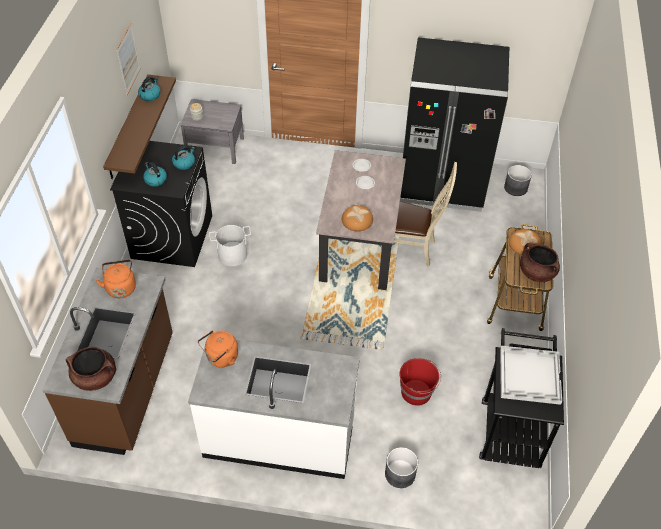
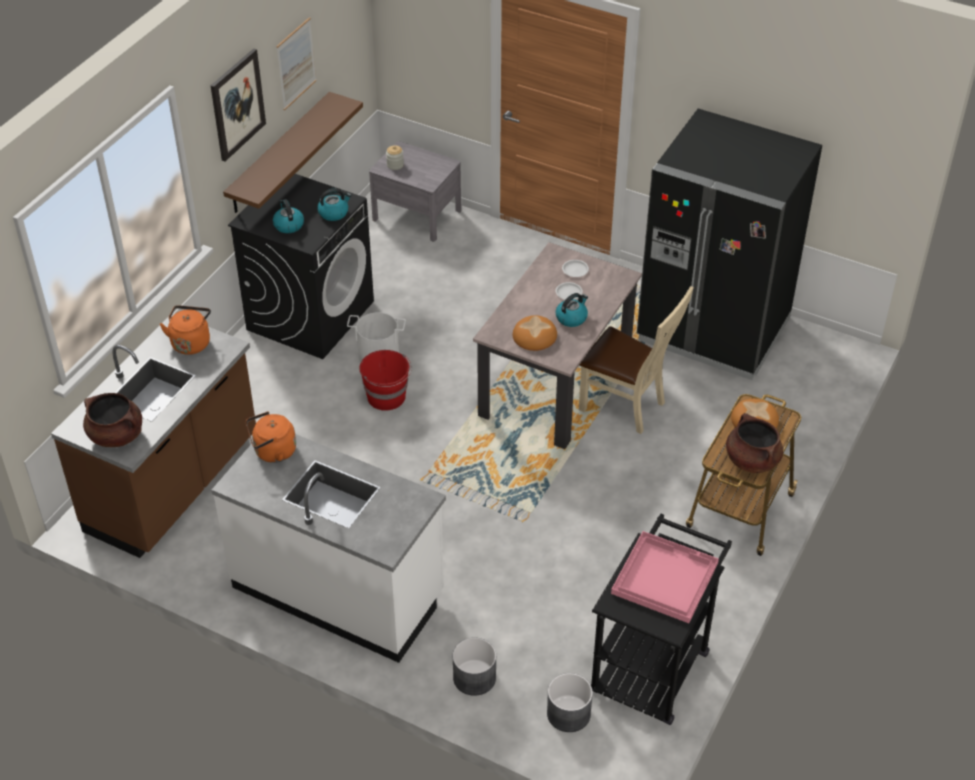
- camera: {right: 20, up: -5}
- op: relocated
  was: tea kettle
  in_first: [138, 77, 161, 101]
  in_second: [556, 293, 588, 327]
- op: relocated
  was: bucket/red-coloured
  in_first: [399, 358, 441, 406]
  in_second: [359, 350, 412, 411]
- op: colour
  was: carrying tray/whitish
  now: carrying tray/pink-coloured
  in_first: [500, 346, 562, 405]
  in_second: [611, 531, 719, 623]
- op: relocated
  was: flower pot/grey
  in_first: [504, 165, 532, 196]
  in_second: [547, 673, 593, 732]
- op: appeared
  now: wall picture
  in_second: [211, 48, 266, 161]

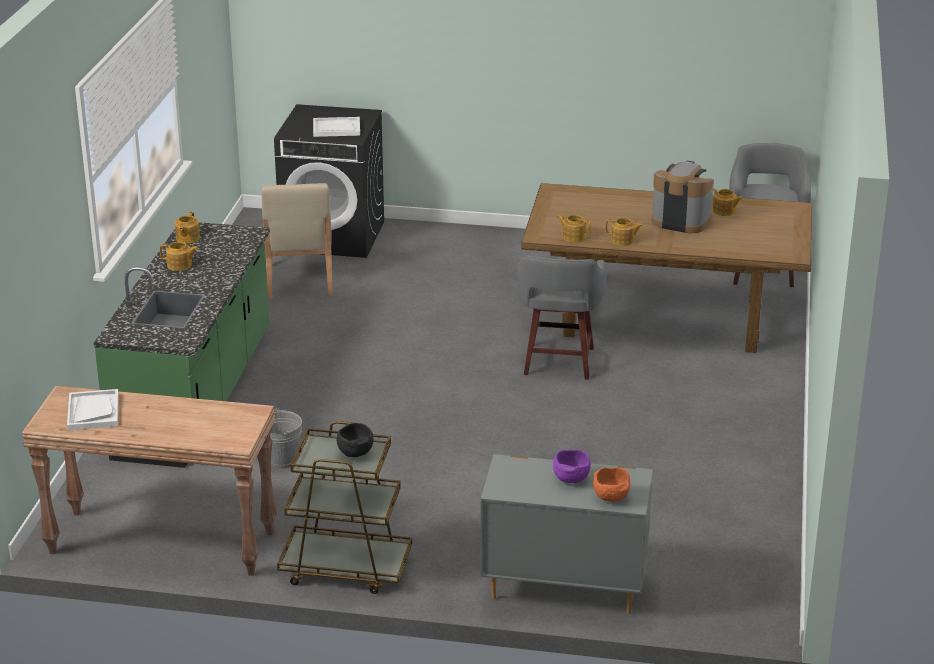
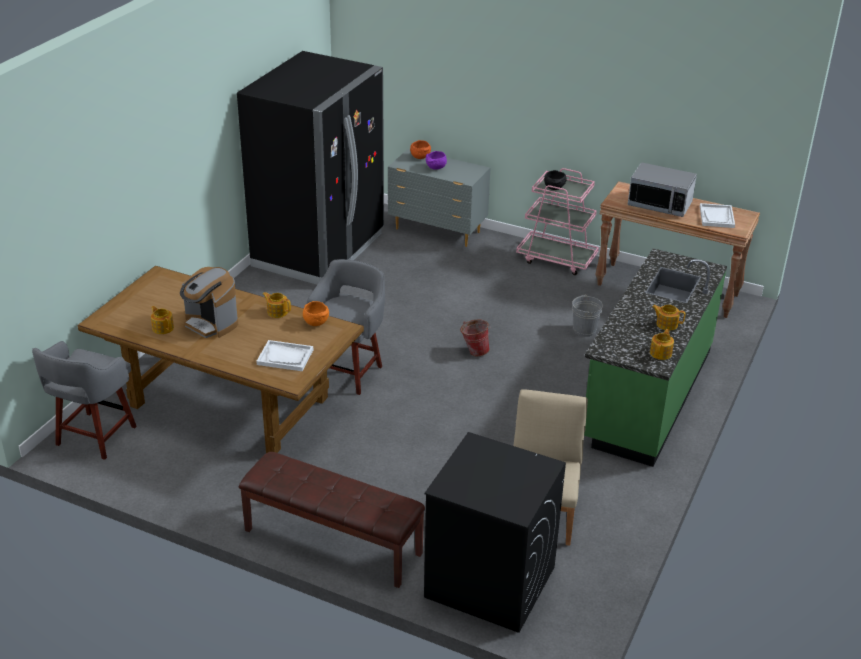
- camera: {right: -165, up: 5}
- op: colour
  was: cart/brown
  now: cart/pink-coloured
  in_first: [277, 421, 412, 594]
  in_second: [516, 168, 599, 275]
- op: relocated
  was: carrying tray/whitish
  in_first: [313, 117, 360, 137]
  in_second: [256, 340, 313, 371]
- op: exchanged
  was: pot for tea
  now: bowl/orange
  in_first: [557, 215, 592, 243]
  in_second: [303, 301, 329, 326]
- op: appeared
  now: fridge/blackish
  in_second: [237, 51, 384, 285]
- op: appeared
  now: indoor bench/brown
  in_second: [239, 452, 425, 588]
- op: appeared
  now: bucket
  in_second: [460, 319, 491, 356]
- op: appeared
  now: microwave oven
  in_second: [628, 162, 697, 217]

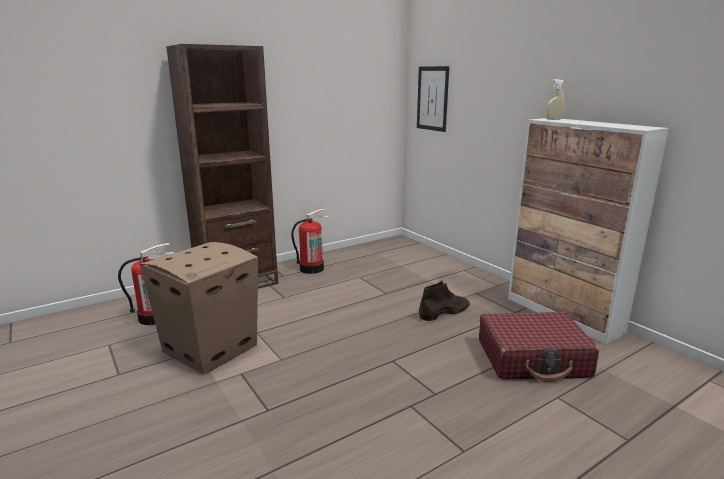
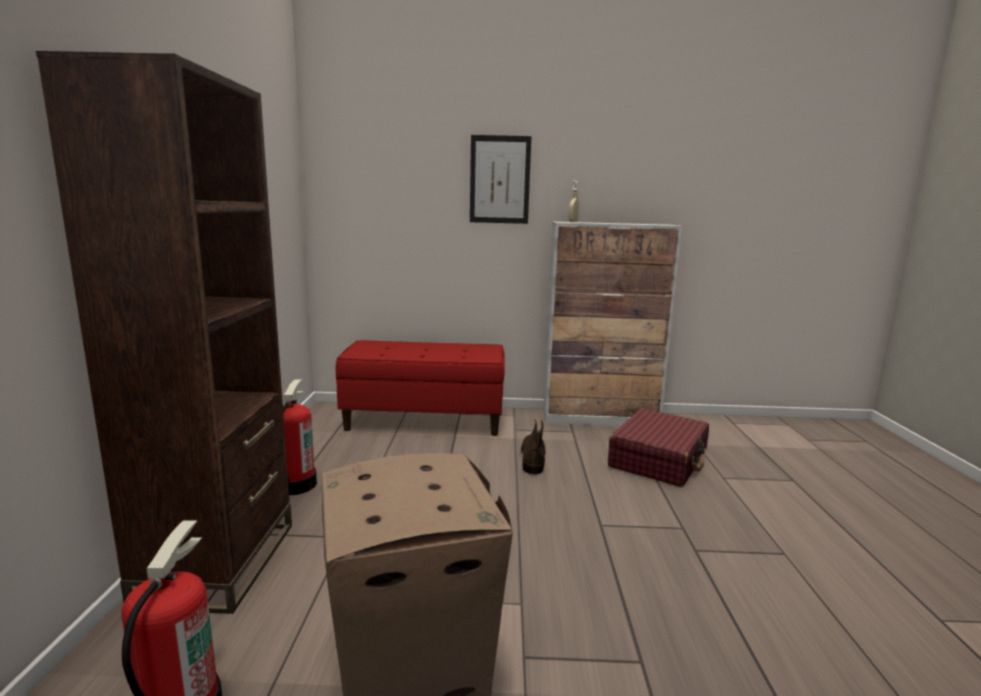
- camera: {right: -55, up: -5}
- op: relocated
  was: wall picture
  in_first: [417, 66, 449, 132]
  in_second: [470, 135, 531, 224]
- op: appeared
  now: indoor bench/red-coloured
  in_second: [336, 340, 505, 436]

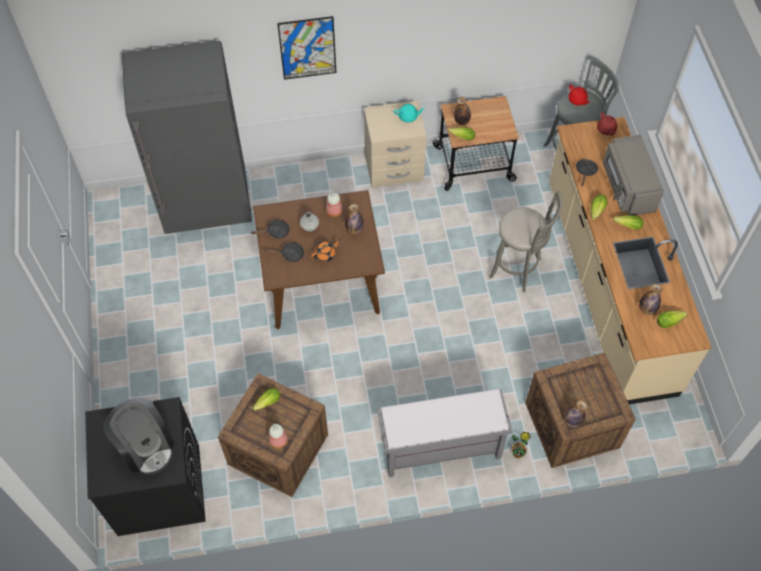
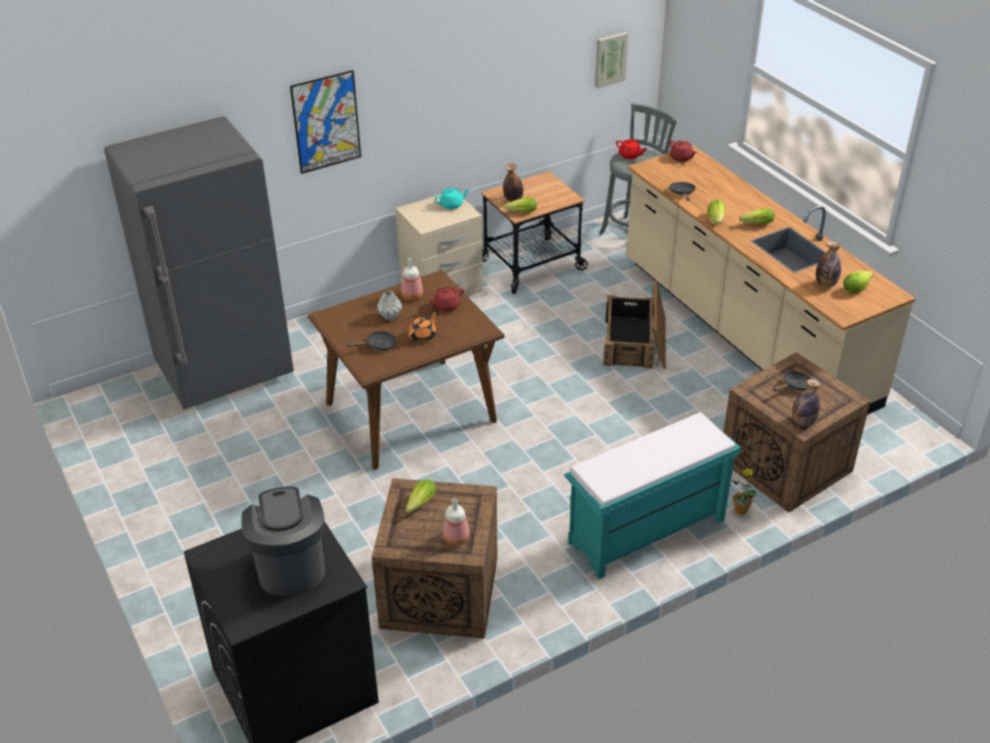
- camera: {right: -20, up: -20}
- op: spun
  was: coffee machine
  in_first: [103, 397, 174, 475]
  in_second: [241, 487, 325, 596]
  clockwise: -135
- op: relocated
  was: skillet/blackish
  in_first: [251, 220, 290, 239]
  in_second: [773, 371, 812, 392]
- op: exchanged
  was: drink bottle
  now: pot for tea/red-coloured
  in_first: [345, 204, 364, 234]
  in_second: [427, 287, 464, 312]
- op: colour
  was: indoor bench/grey
  now: indoor bench/blue-green
  in_first: [377, 389, 513, 477]
  in_second: [564, 412, 741, 579]
- op: exchanged
  was: stool/grey
  now: packing crate
  in_first: [489, 190, 562, 292]
  in_second: [603, 280, 666, 369]
- op: missing
  was: microwave oven/grey
  in_first: [603, 134, 664, 215]
- op: appeared
  now: wall picture
  in_second: [595, 32, 628, 88]

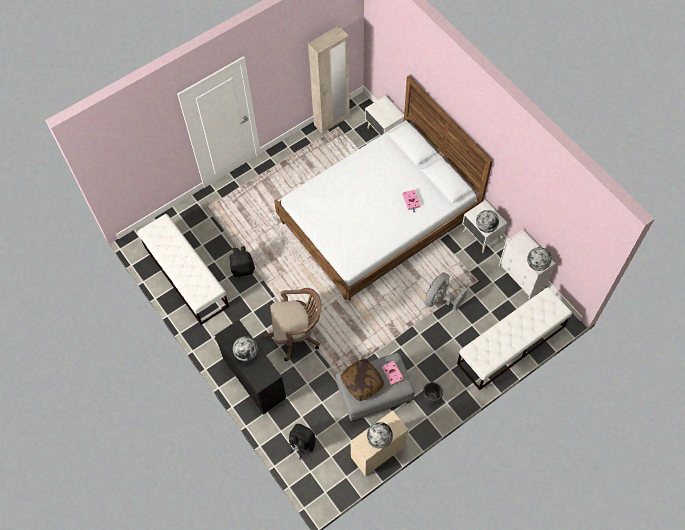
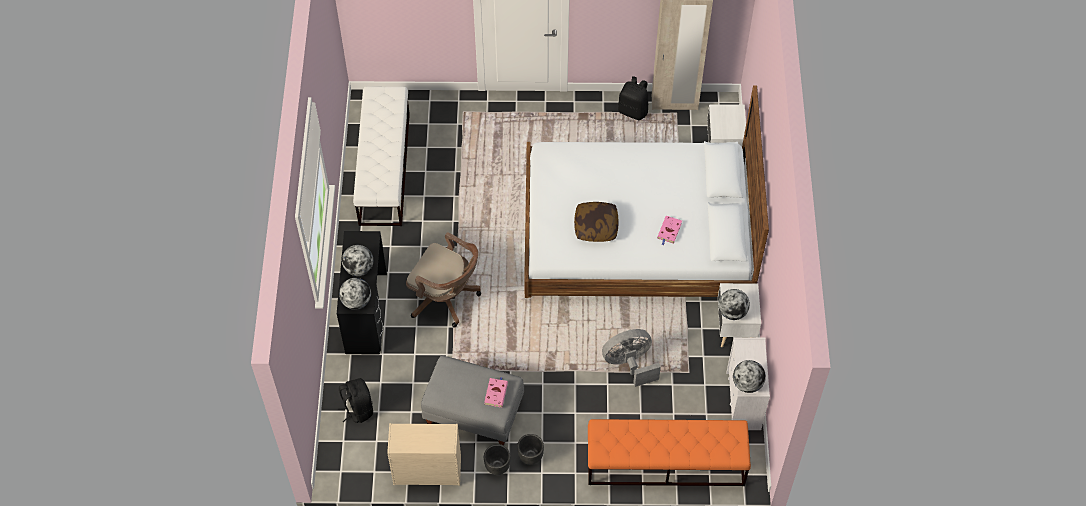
- camera: {right: 35, up: -5}
- op: relocated
  was: rucksack/blackish
  in_first: [230, 246, 255, 277]
  in_second: [618, 76, 648, 120]
- op: relocated
  was: pillow
  in_first: [341, 359, 384, 401]
  in_second: [574, 202, 619, 242]
- op: relocated
  was: world globe
  in_first: [367, 422, 393, 449]
  in_second: [339, 278, 371, 310]
- op: colour
  was: indoor bench/whitish
  now: indoor bench/orange
  in_first: [457, 287, 572, 390]
  in_second: [588, 419, 751, 486]
- op: appeared
  now: flower pot/blackish
  in_second: [484, 444, 510, 475]

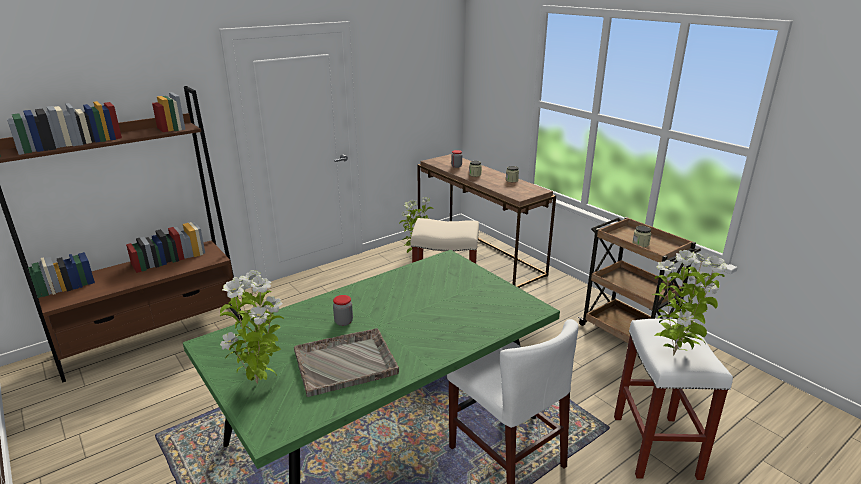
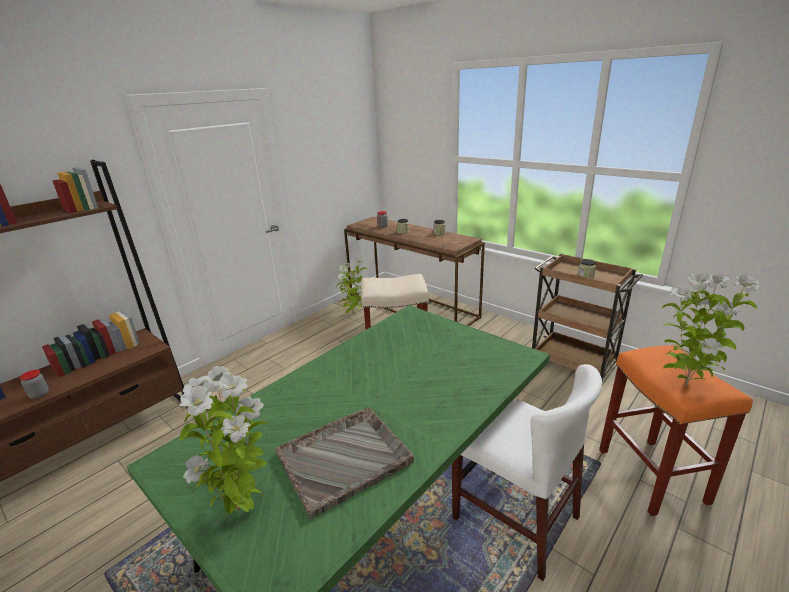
- camera: {right: -10, up: 0}
- op: relocated
  was: storage jar
  in_first: [333, 295, 353, 326]
  in_second: [19, 370, 49, 399]
- op: colour
  was: stool/whitish
  now: stool/orange
  in_first: [614, 319, 733, 480]
  in_second: [599, 345, 753, 516]

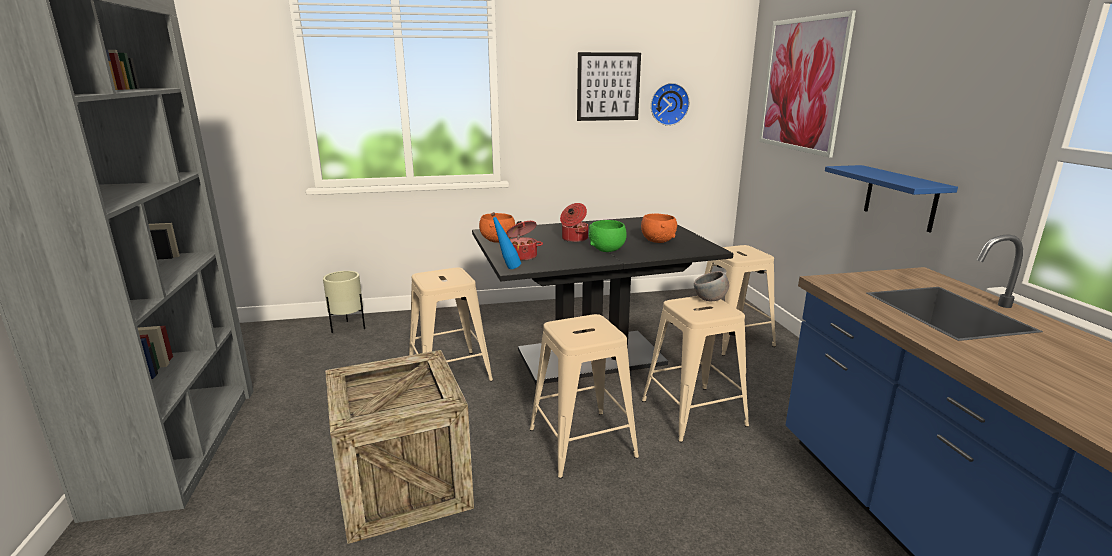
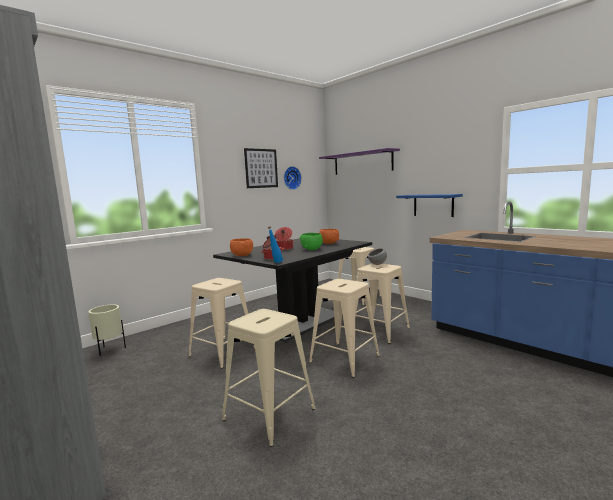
- camera: {right: -30, up: -10}
- op: exchanged
  was: packing crate
  now: stool/beige-coloured
  in_first: [325, 350, 474, 544]
  in_second: [222, 309, 316, 447]
- op: exchanged
  was: wall picture
  now: shelf/purple-coloured
  in_first: [759, 11, 856, 158]
  in_second: [319, 148, 400, 175]

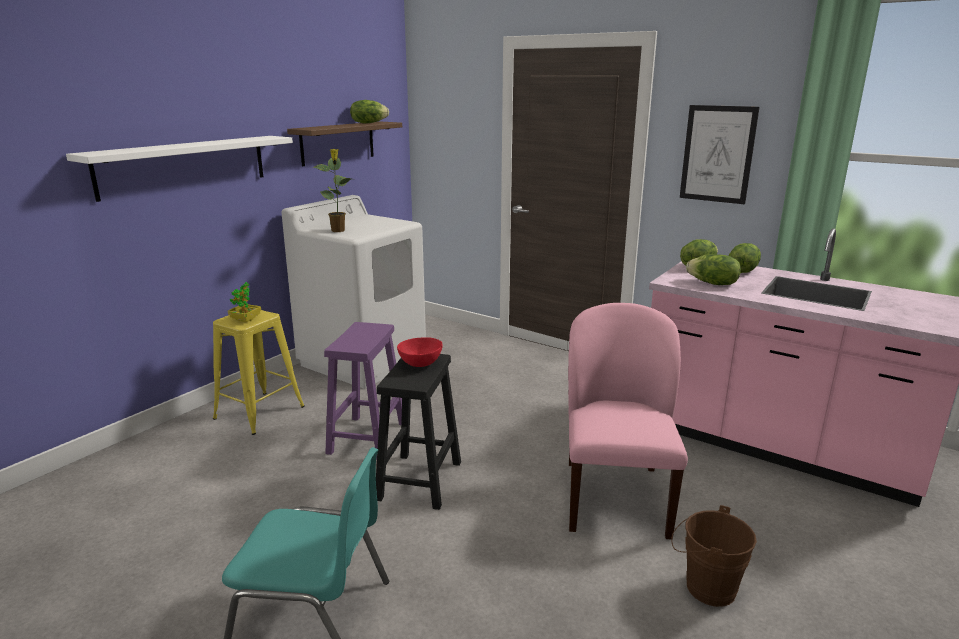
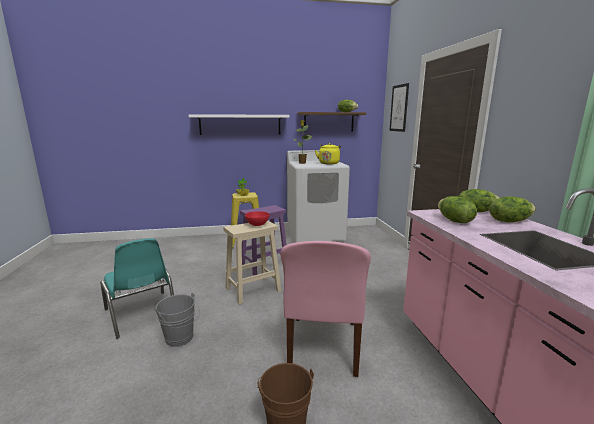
- camera: {right: 45, up: -5}
- op: colour
  was: stool/blackish
  now: stool/beige-coloured
  in_first: [376, 354, 461, 510]
  in_second: [223, 221, 281, 305]
- op: spun
  was: plain chair/pink-coloured
  in_first: [568, 303, 688, 539]
  in_second: [280, 241, 371, 377]
  clockwise: 135
- op: relocated
  was: wall picture
  in_first: [680, 105, 759, 204]
  in_second: [389, 83, 409, 132]
- op: appeared
  now: bucket/grey
  in_second: [154, 293, 200, 347]
- op: appeared
  now: tea kettle/yellowish
  in_second: [315, 143, 341, 165]

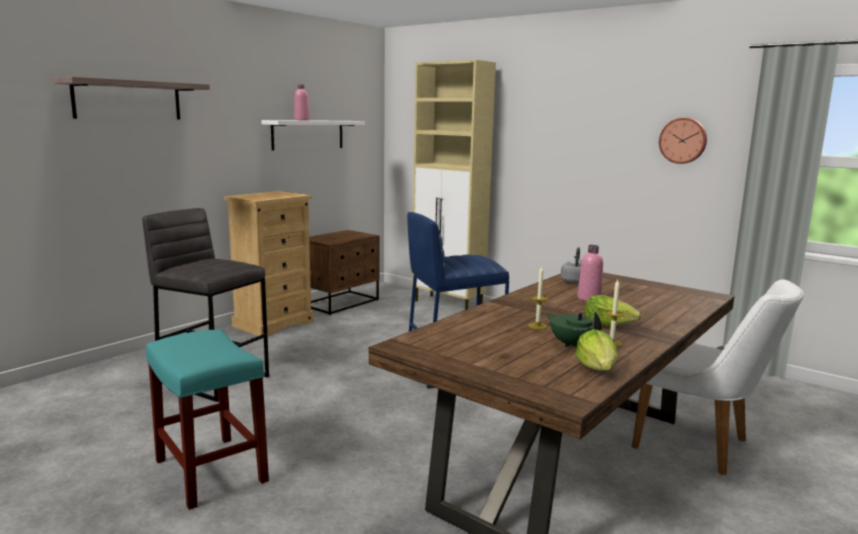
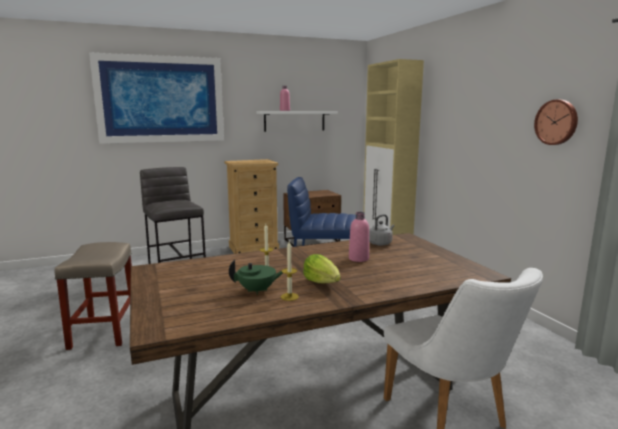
- camera: {right: 30, up: 0}
- op: exchanged
  was: shelf
  now: wall picture
  in_first: [53, 77, 210, 119]
  in_second: [89, 52, 224, 144]
- op: colour
  was: stool/blue-green
  now: stool/beige-coloured
  in_first: [146, 330, 269, 510]
  in_second: [55, 242, 132, 350]
- op: spun
  was: pot for tea/green
  in_first: [546, 312, 601, 347]
  in_second: [229, 260, 283, 295]
  clockwise: 90
- op: missing
  was: lettuce head
  in_first: [576, 329, 618, 371]

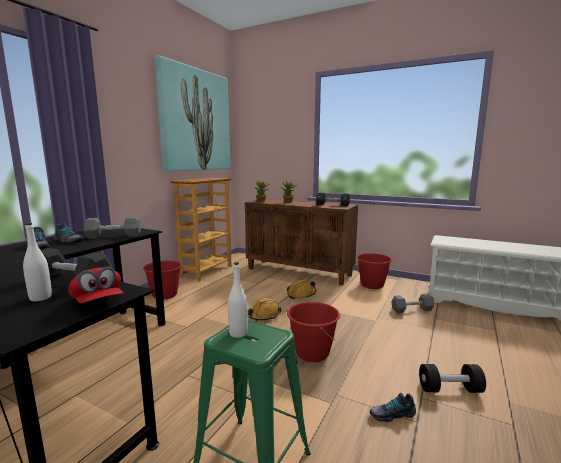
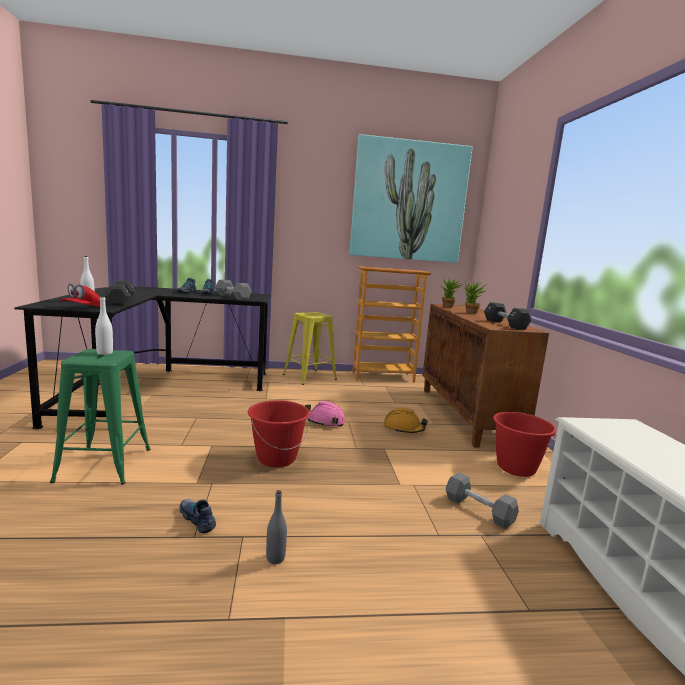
- camera: {right: 55, up: 0}
- op: exchanged
  was: bucket/red-coloured
  now: stool/yellowish
  in_first: [143, 260, 184, 300]
  in_second: [283, 312, 337, 385]
- op: colour
  was: hard hat/orange
  now: hard hat/pink-coloured
  in_first: [248, 298, 282, 320]
  in_second: [305, 401, 345, 427]
- op: exchanged
  was: free weight/blackish
  now: drink bottle/grey
  in_first: [419, 364, 486, 393]
  in_second: [266, 490, 287, 564]

